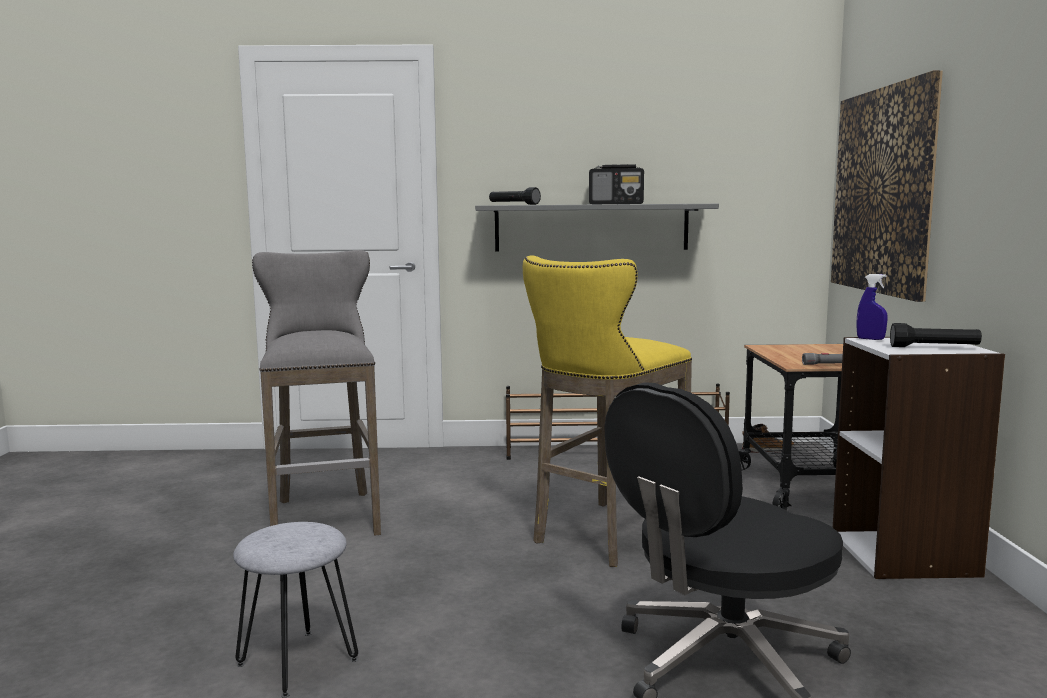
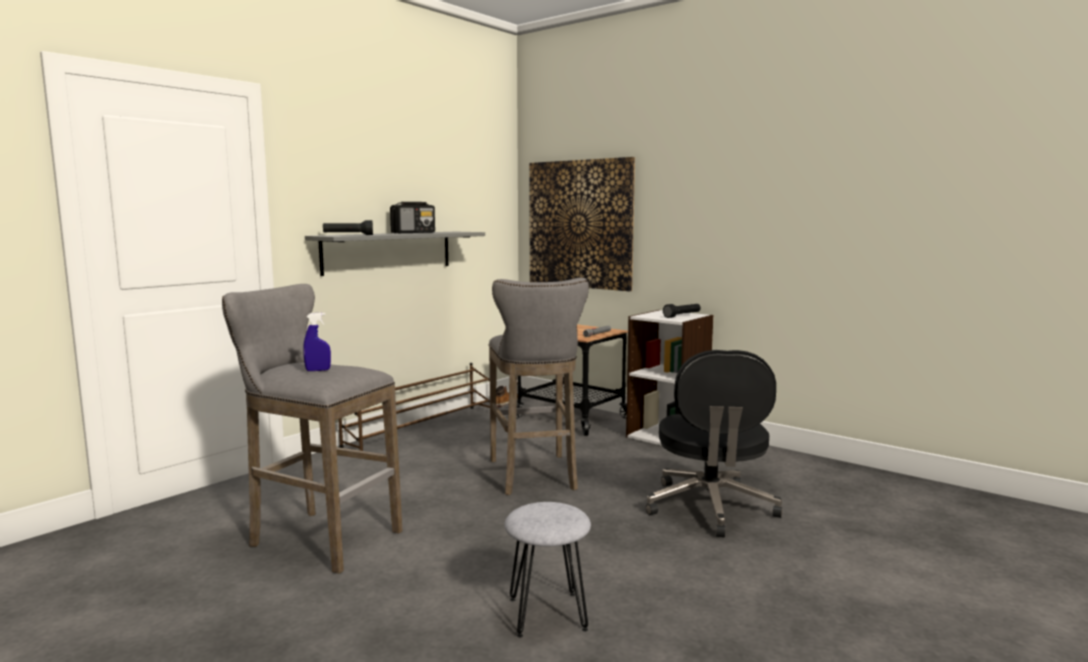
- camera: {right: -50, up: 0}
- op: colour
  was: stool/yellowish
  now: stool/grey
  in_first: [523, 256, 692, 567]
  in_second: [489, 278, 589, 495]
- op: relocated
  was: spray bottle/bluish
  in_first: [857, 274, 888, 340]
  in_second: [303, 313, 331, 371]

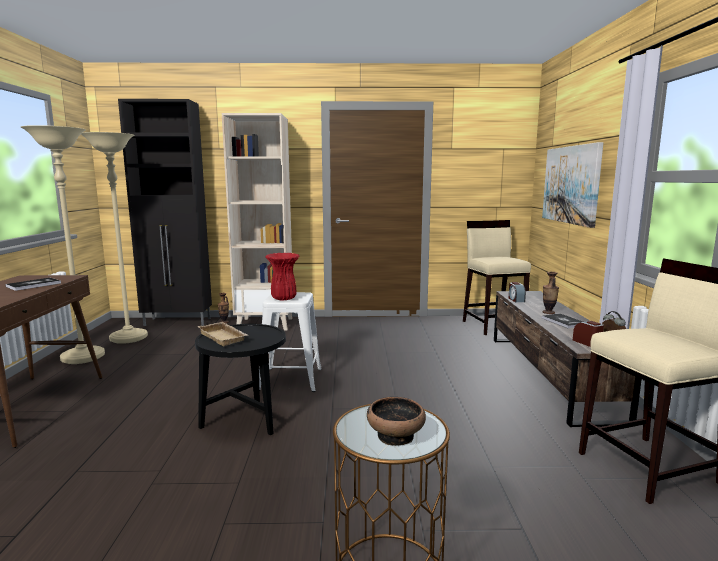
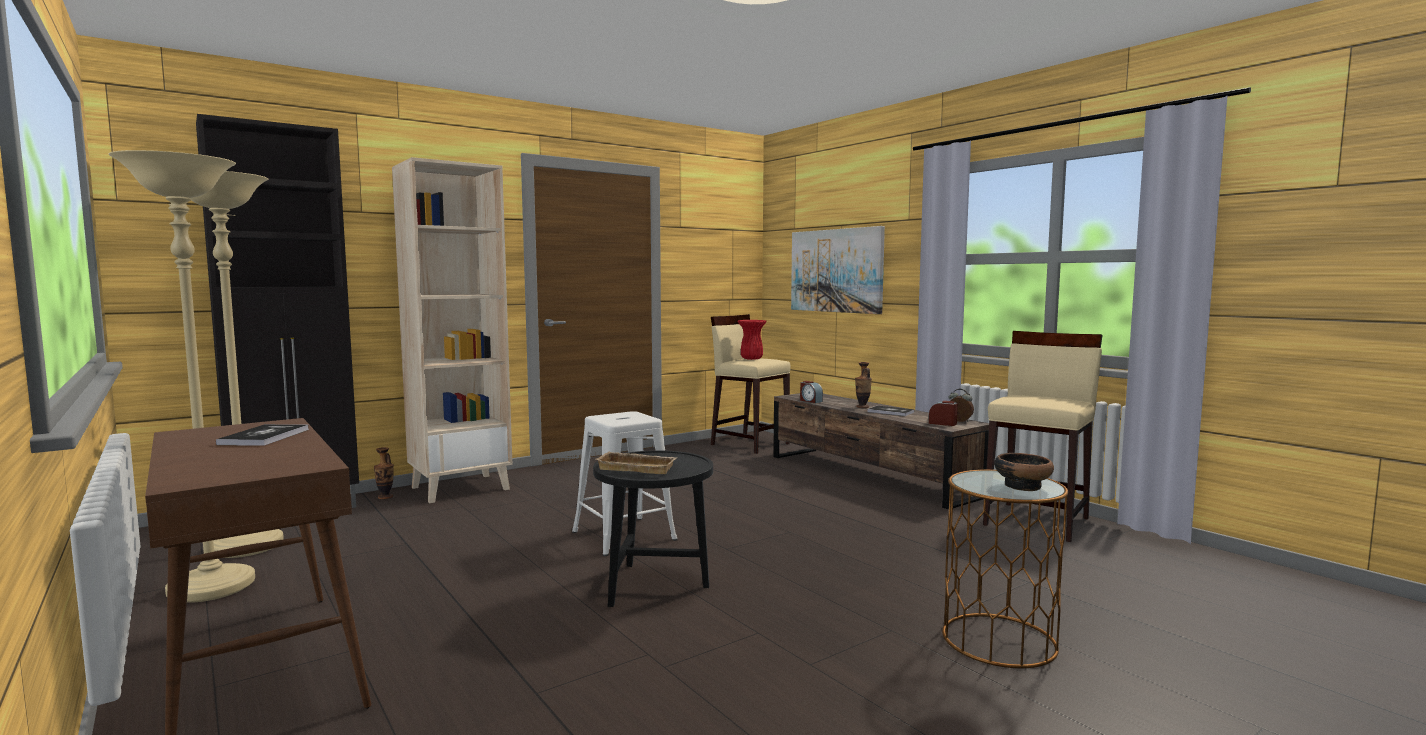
- camera: {right: -35, up: -5}
- op: relocated
  was: decorative vase/red-coloured
  in_first: [265, 253, 299, 300]
  in_second: [737, 320, 767, 360]

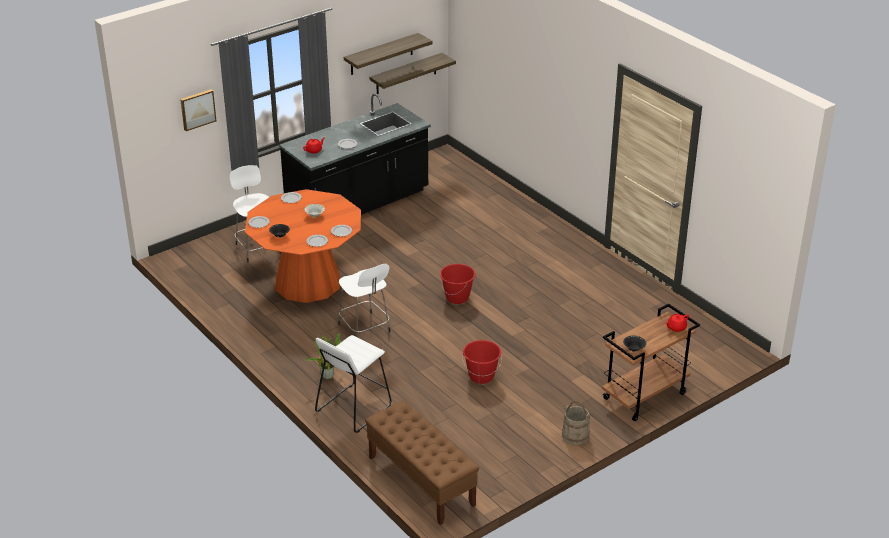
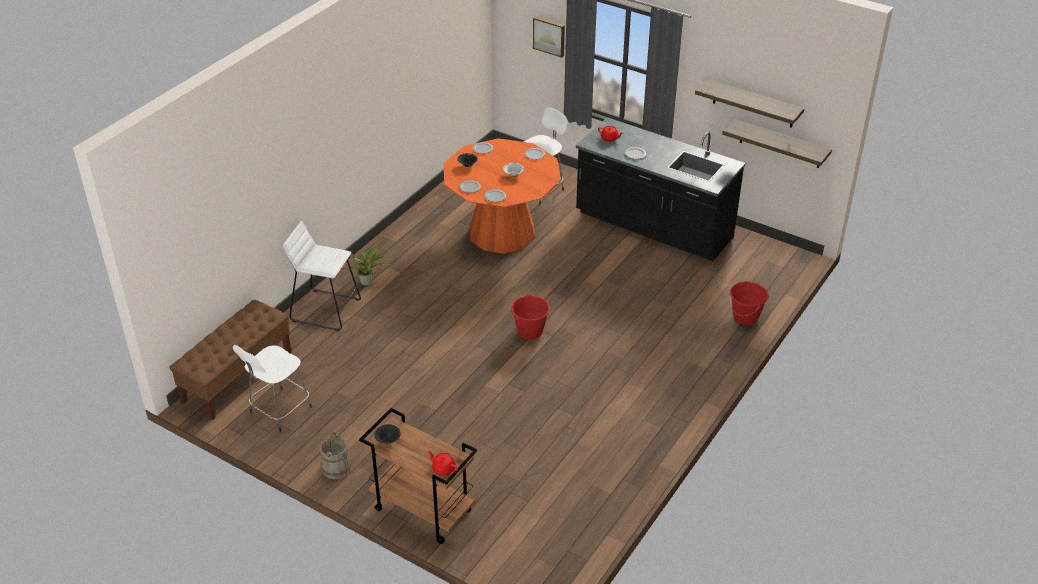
- camera: {right: 70, up: 5}
- op: relocated
  was: stool/whitish
  in_first: [338, 264, 391, 338]
  in_second: [233, 345, 312, 432]
- op: relocated
  was: bucket/red-coloured
  in_first: [462, 340, 502, 384]
  in_second: [730, 281, 769, 325]

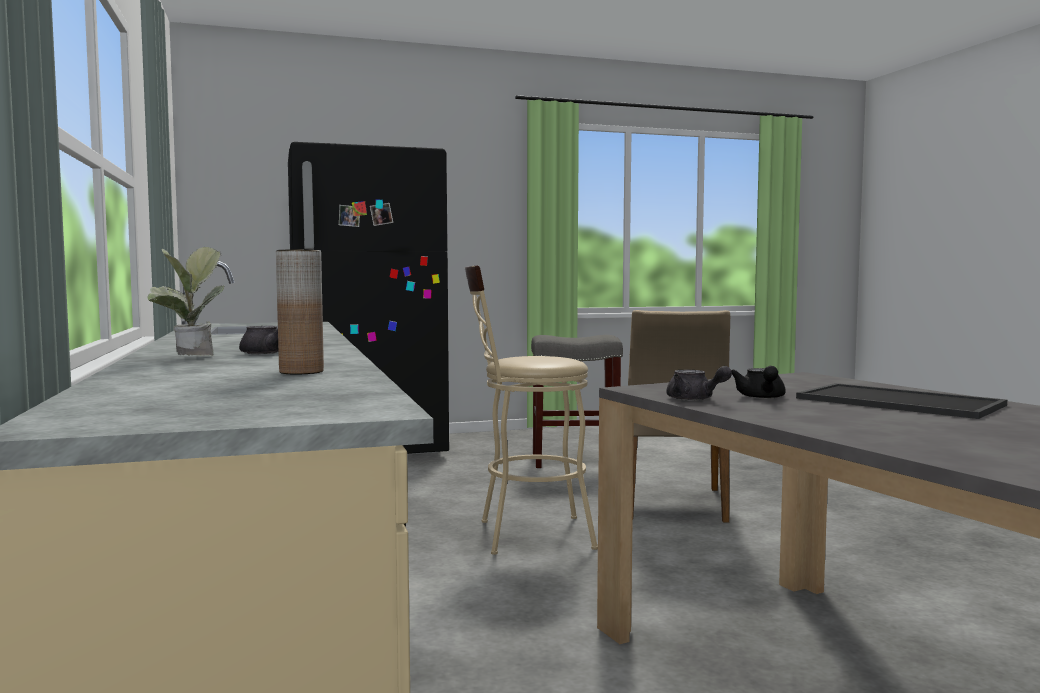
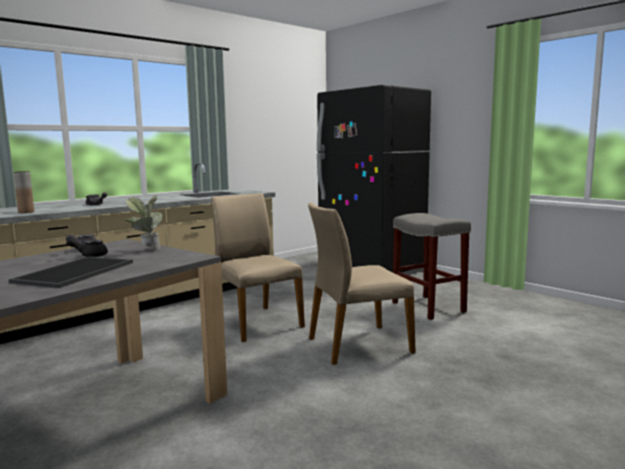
- camera: {right: 65, up: 5}
- op: relocated
  was: houseplant
  in_first: [147, 247, 224, 356]
  in_second: [126, 195, 163, 250]
- op: exchanged
  was: stool/beige-coloured
  now: plain chair/beige-coloured
  in_first: [465, 265, 598, 555]
  in_second: [211, 193, 305, 342]

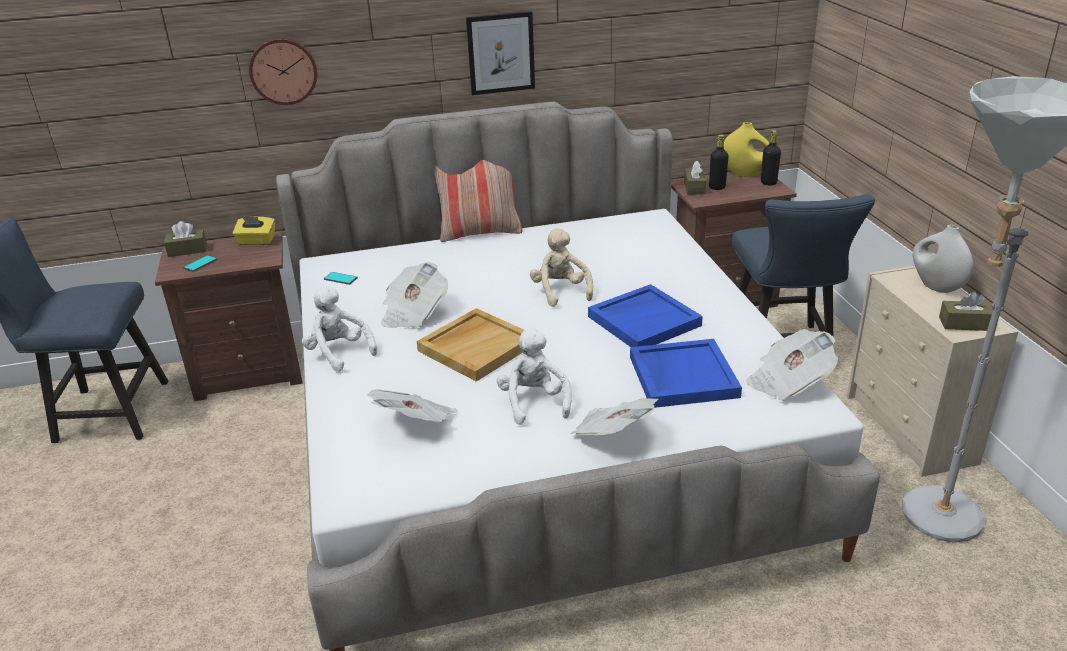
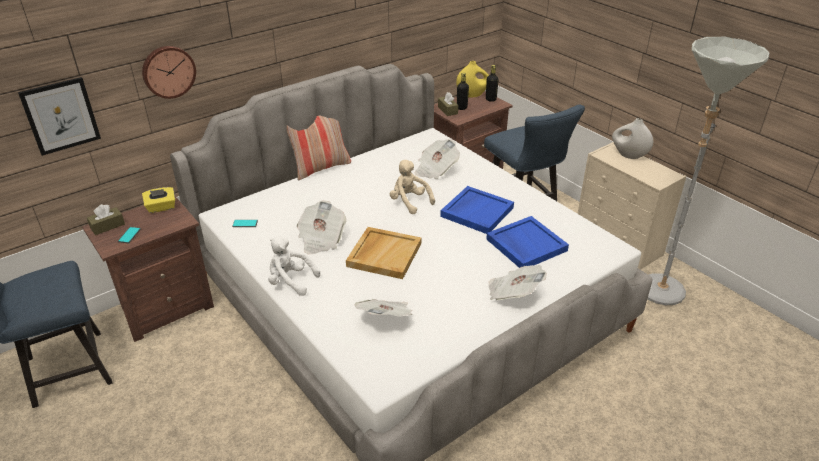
- camera: {right: -25, up: 5}
- op: relocated
  was: wall picture
  in_first: [466, 11, 535, 95]
  in_second: [18, 77, 101, 156]
- op: missing
  was: cuddly toy/whitish
  in_first: [497, 328, 572, 425]
- op: relocated
  was: newspaper
  in_first: [746, 329, 838, 401]
  in_second: [415, 139, 460, 179]
- op: missing
  was: tissue box/brown
  in_first: [939, 292, 993, 331]

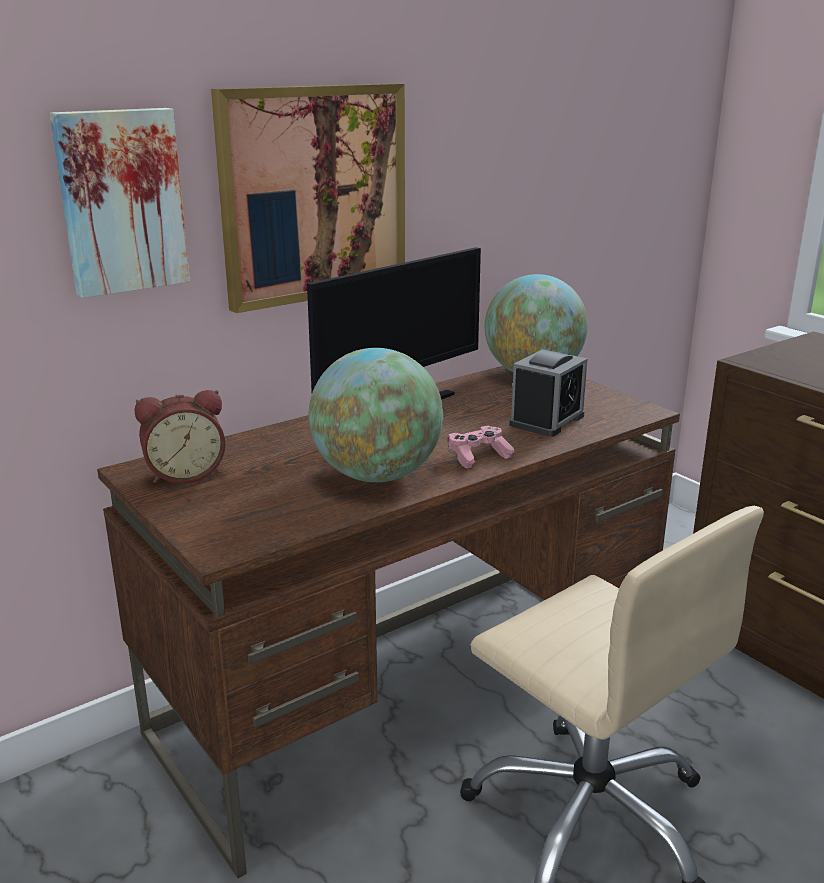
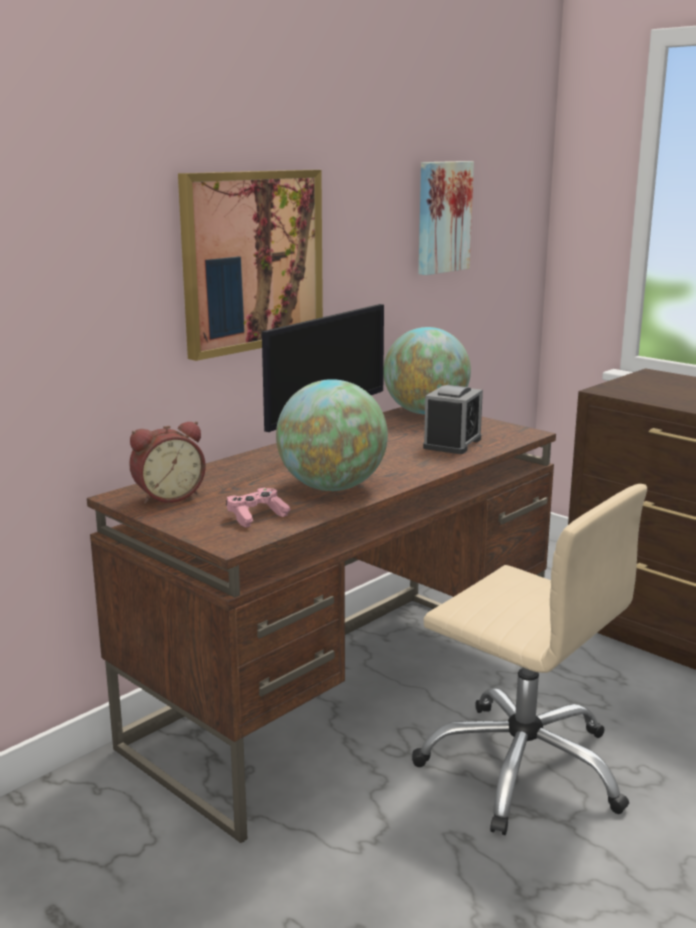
- camera: {right: -10, up: -5}
- op: relocated
  was: wall picture
  in_first: [50, 108, 190, 298]
  in_second: [418, 161, 474, 275]
- op: relocated
  was: joypad/pink-coloured
  in_first: [448, 426, 515, 469]
  in_second: [226, 488, 290, 528]

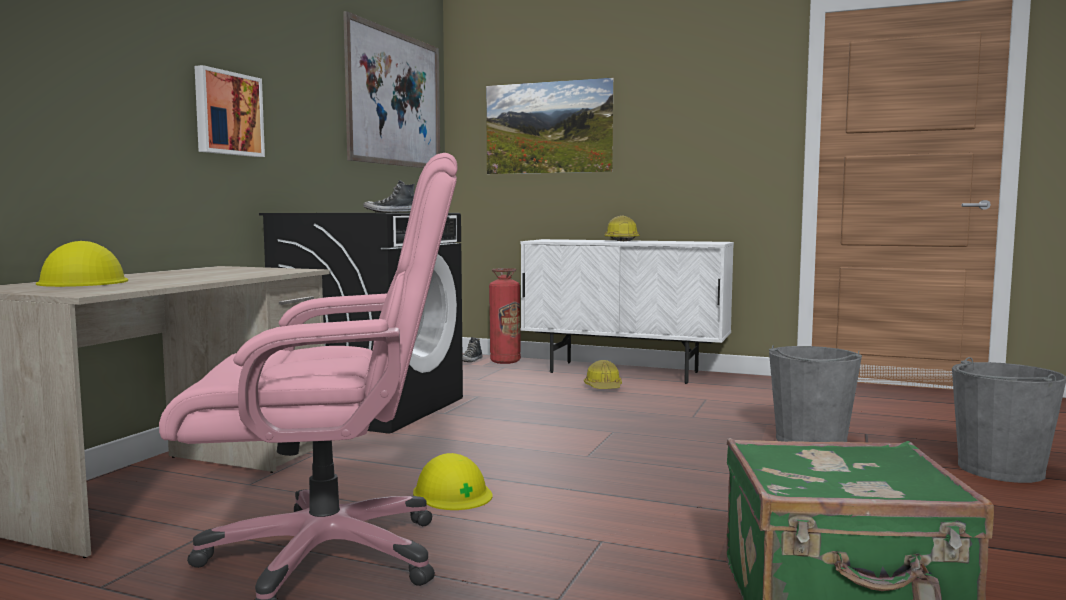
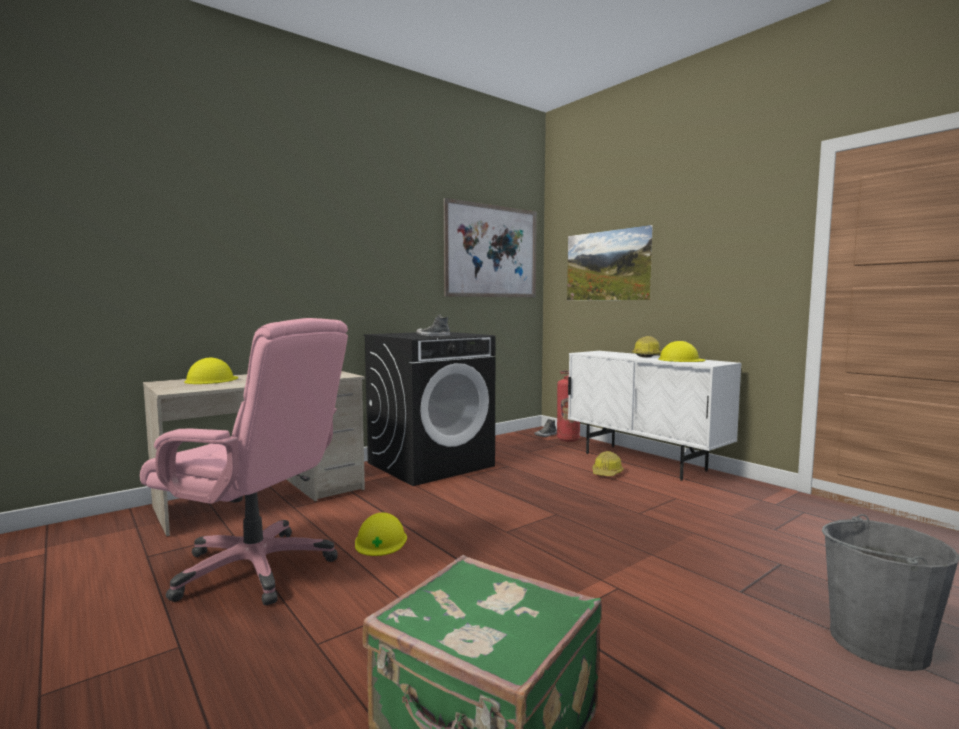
- camera: {right: 30, up: 0}
- op: missing
  was: wall picture
  in_first: [195, 65, 265, 157]
- op: missing
  was: bucket/grey
  in_first: [769, 345, 862, 442]
- op: appeared
  now: hard hat/yellowish
  in_second: [658, 341, 706, 362]

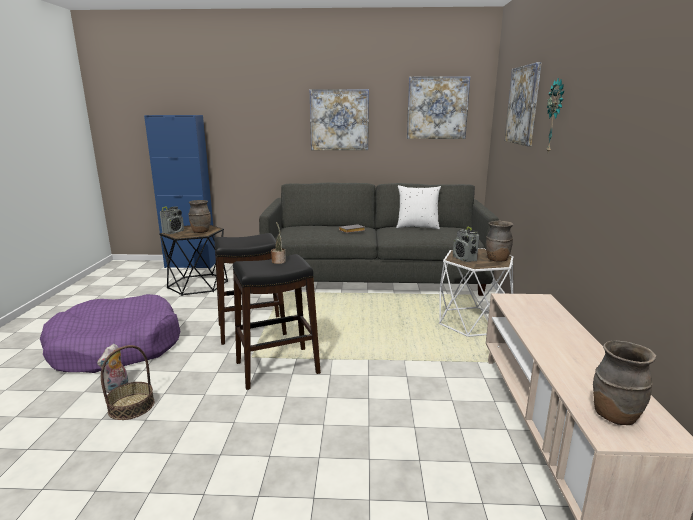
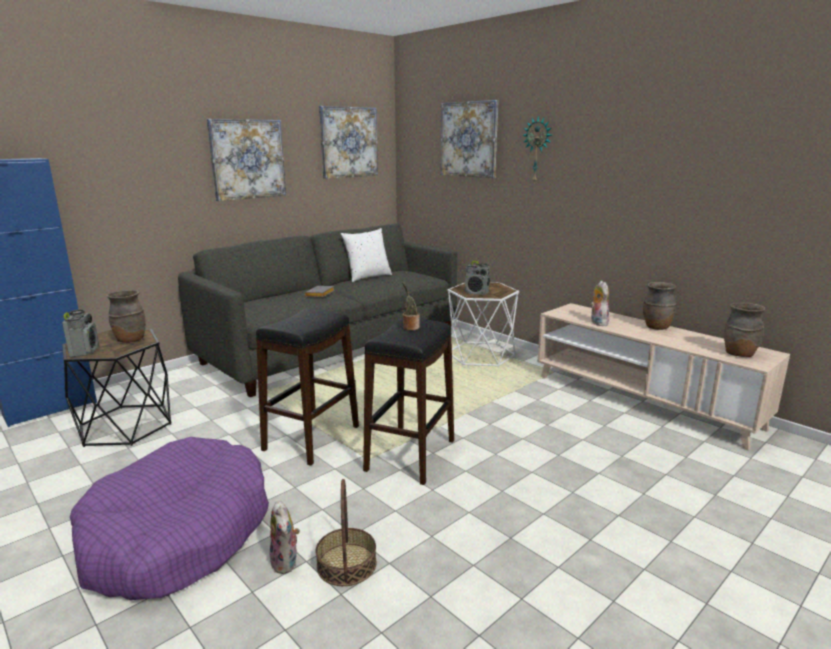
- camera: {right: -45, up: 0}
- op: relocated
  was: decorative vase/brown
  in_first: [486, 221, 513, 262]
  in_second: [643, 282, 677, 330]
- op: appeared
  now: cuddly toy
  in_second: [590, 281, 609, 326]

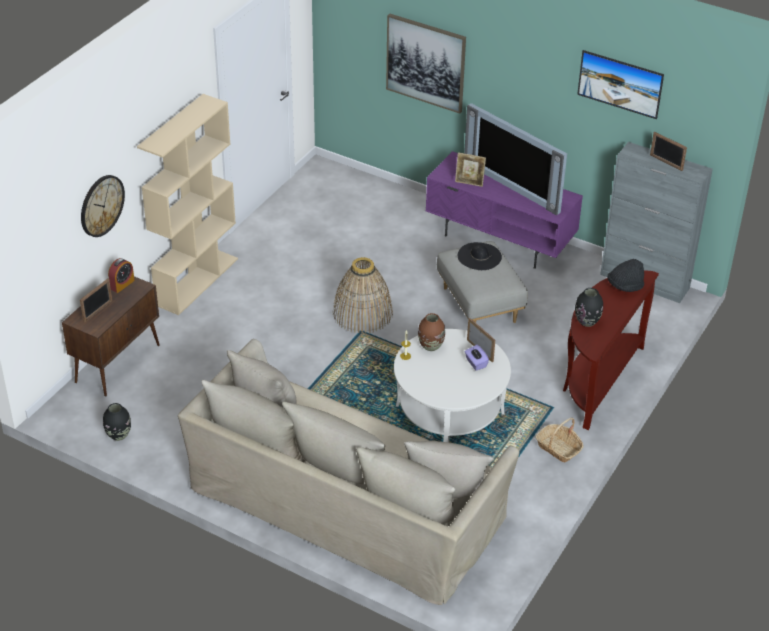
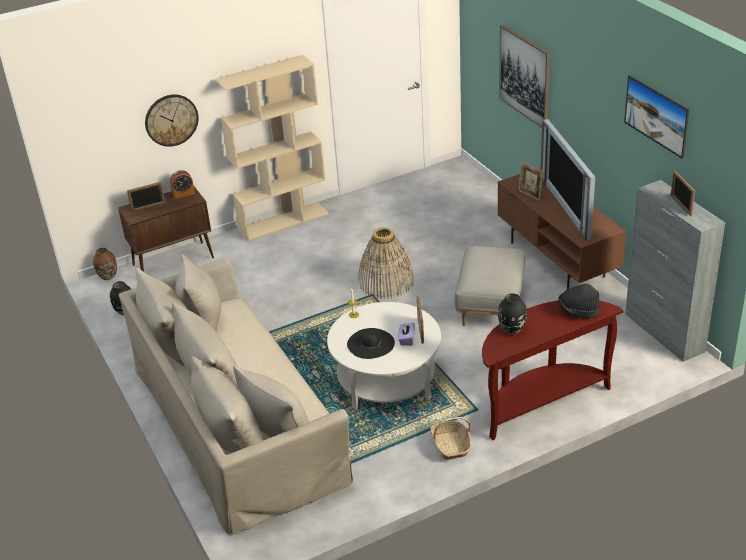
- camera: {right: 35, up: -5}
- op: relocated
  was: decorative vase/brown
  in_first: [418, 313, 445, 351]
  in_second: [93, 248, 117, 280]
- op: colour
  was: media console/purple-coloured
  now: media console/brown
  in_first: [426, 151, 583, 269]
  in_second: [497, 167, 626, 290]
- op: relocated
  was: hat/blackish
  in_first: [458, 242, 502, 270]
  in_second: [347, 328, 395, 359]

